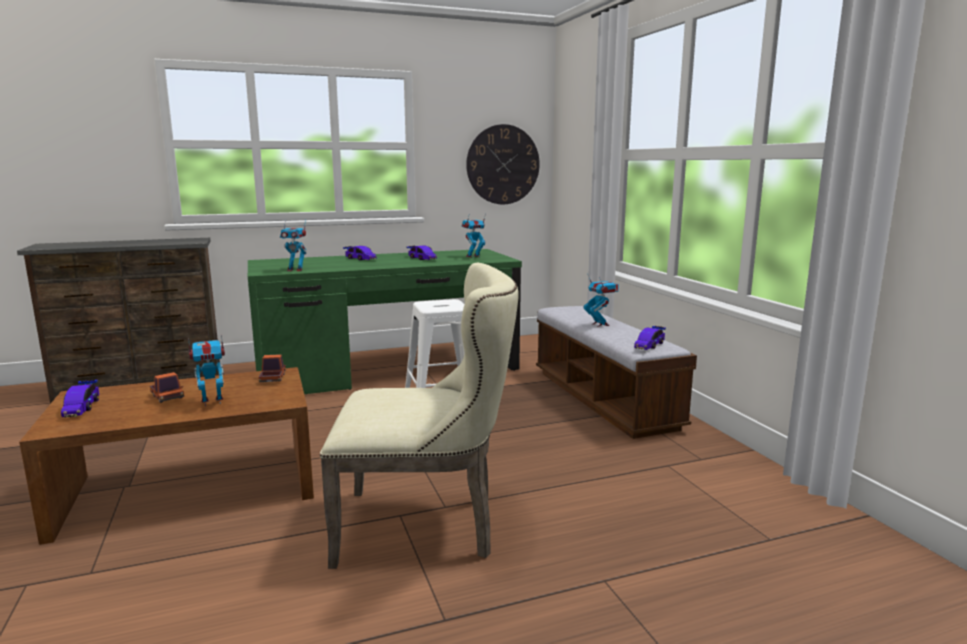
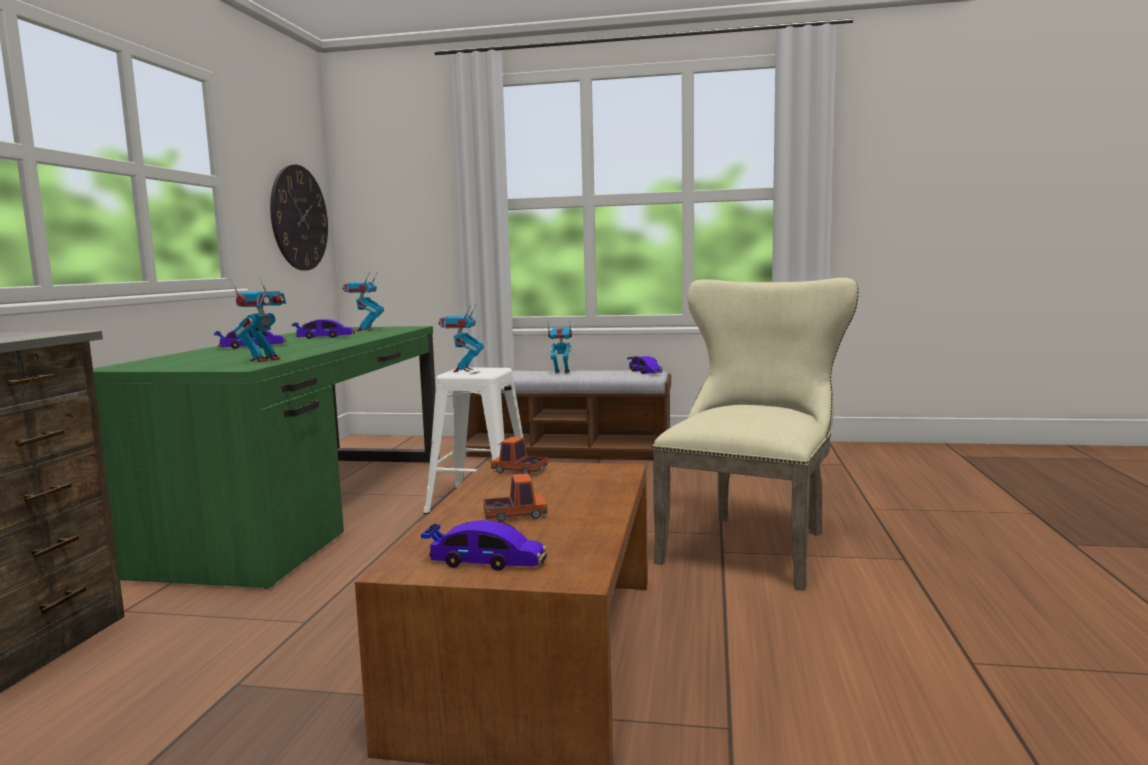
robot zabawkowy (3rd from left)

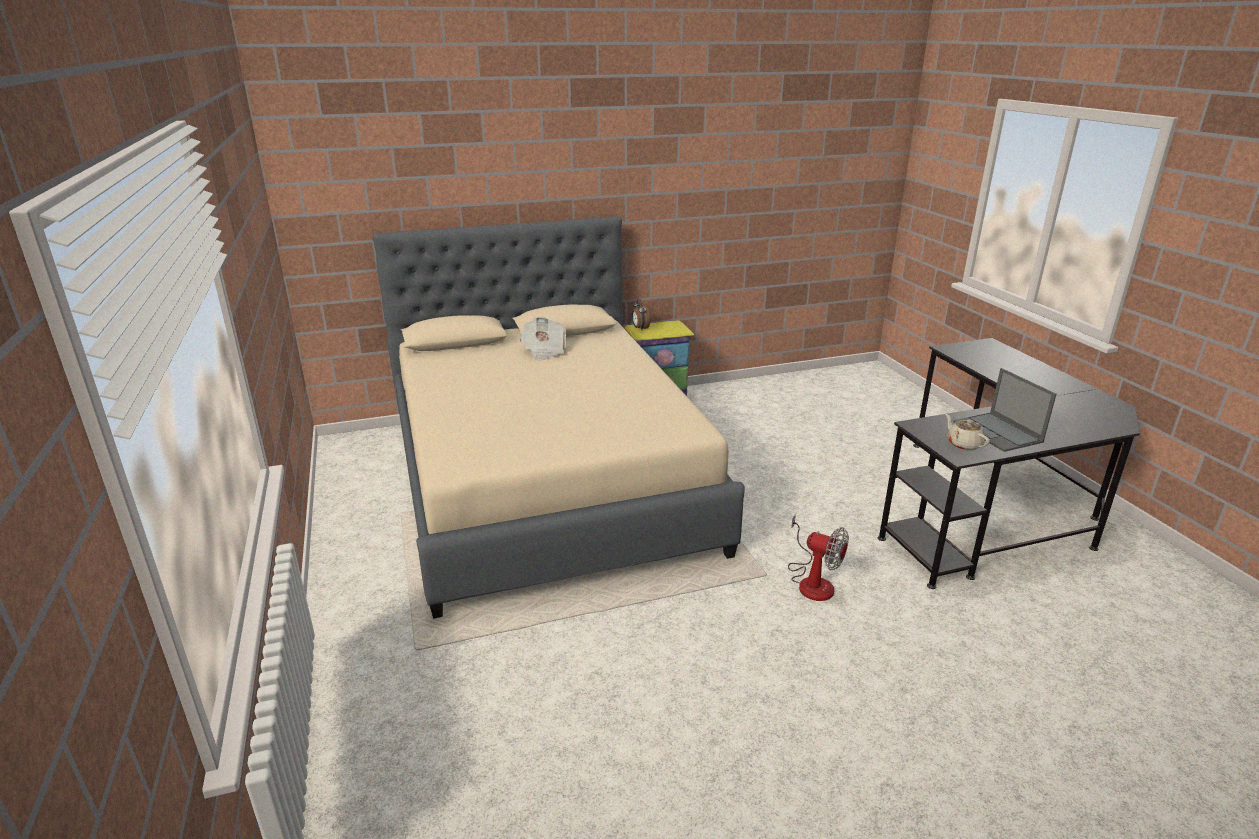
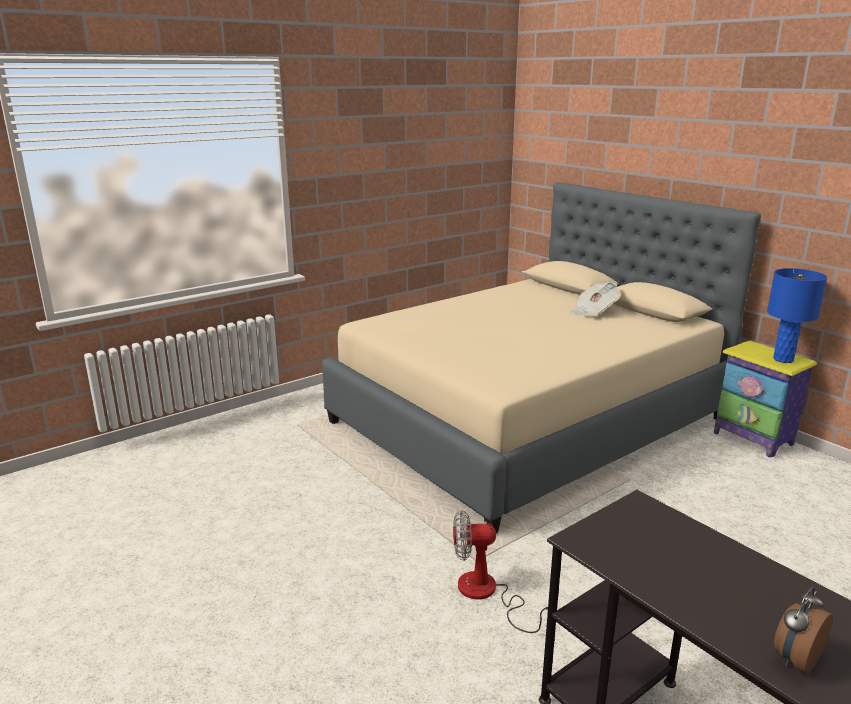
wentylator
lampa stołowa/niebieski
budzik
imbryk/beżowy
laptop

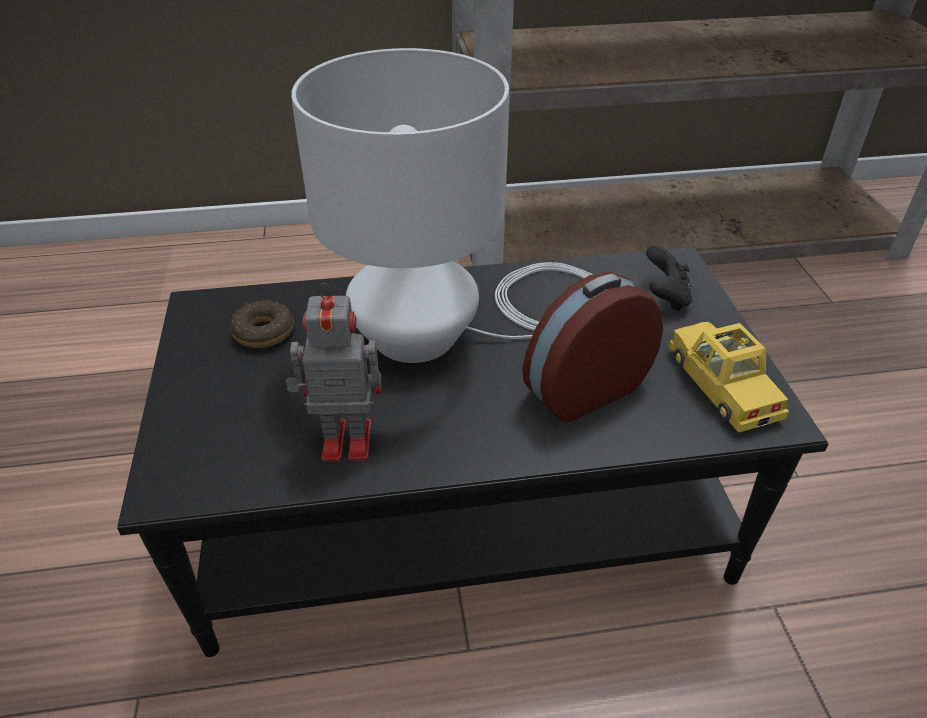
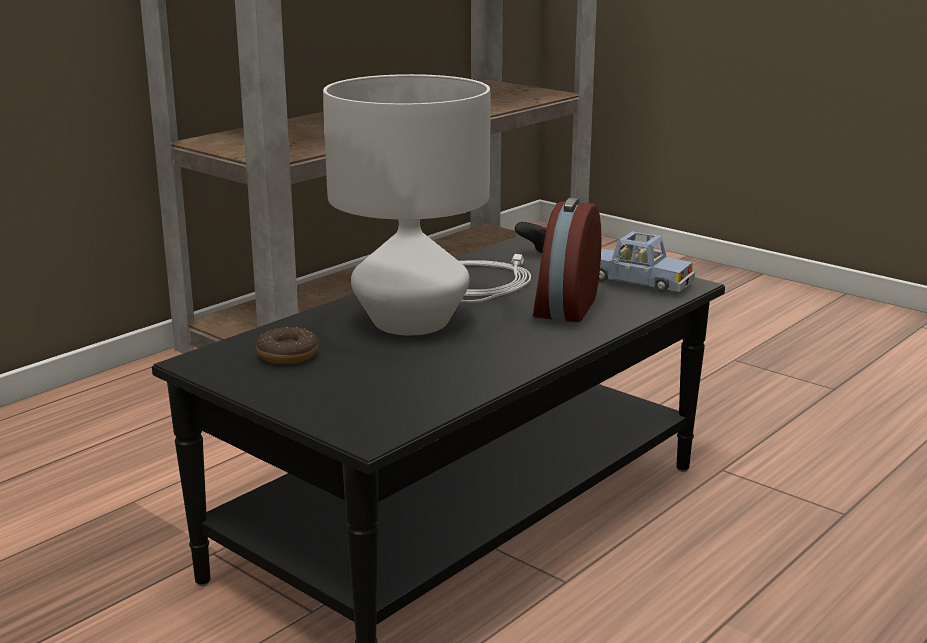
samochodzik/niebieski
robot zabawkowy

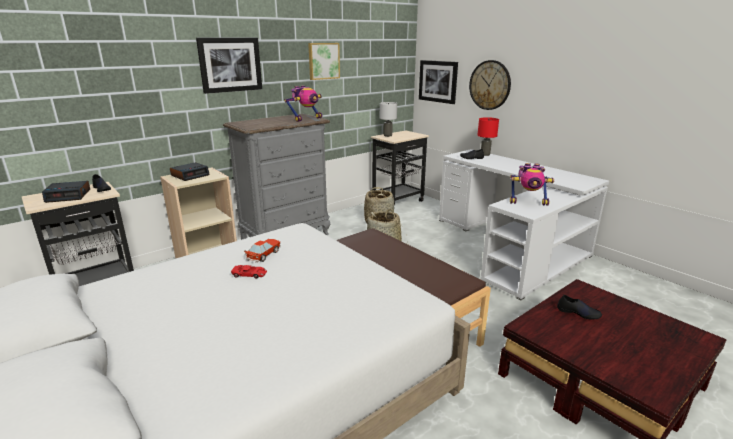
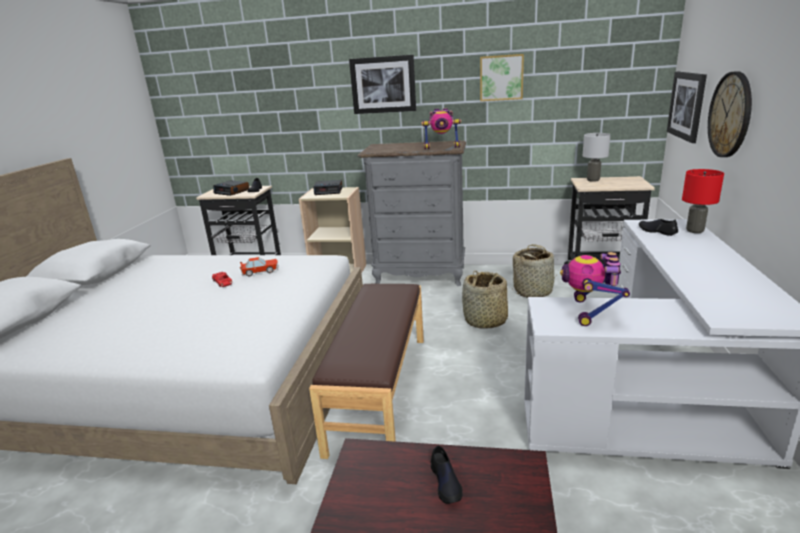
robot zabawkowy (2nd from left)

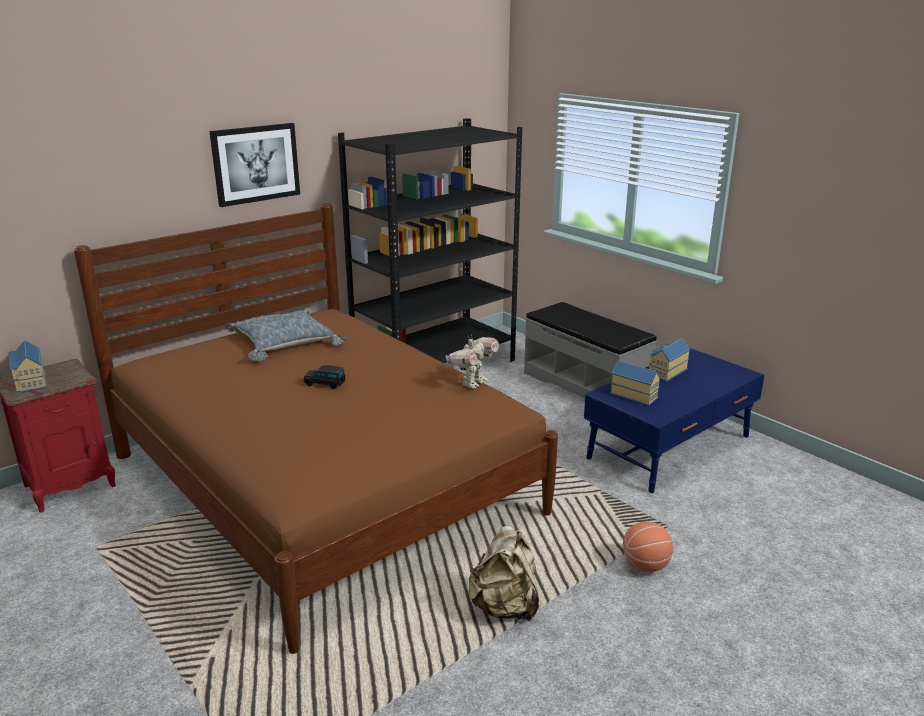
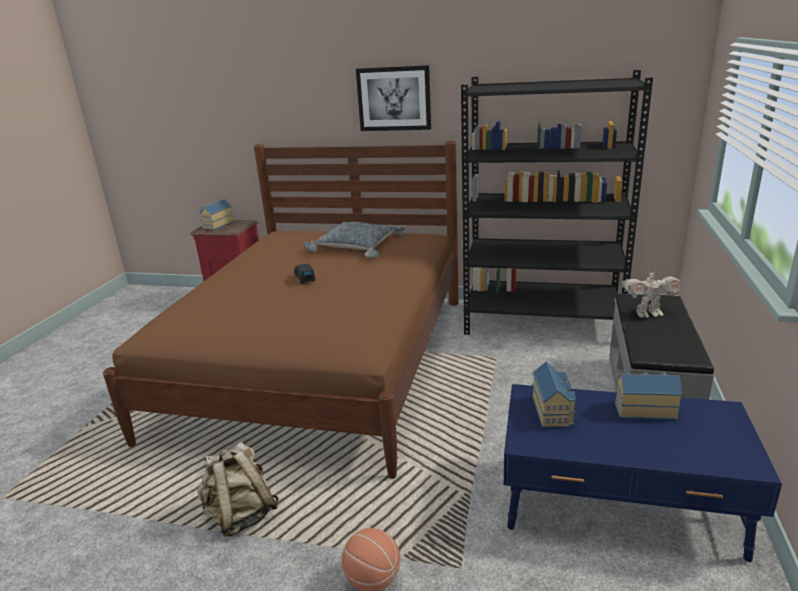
robot zabawkowy

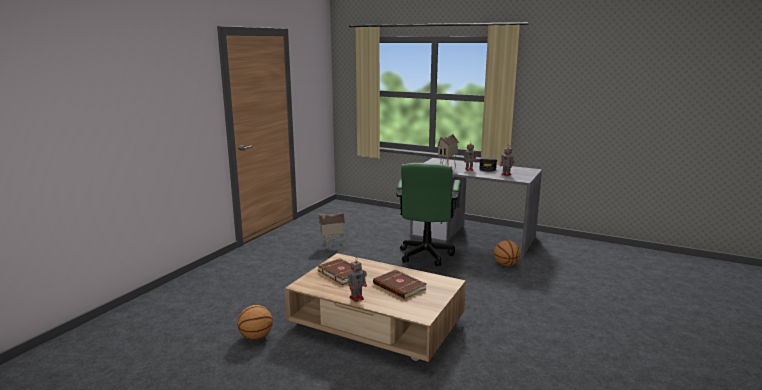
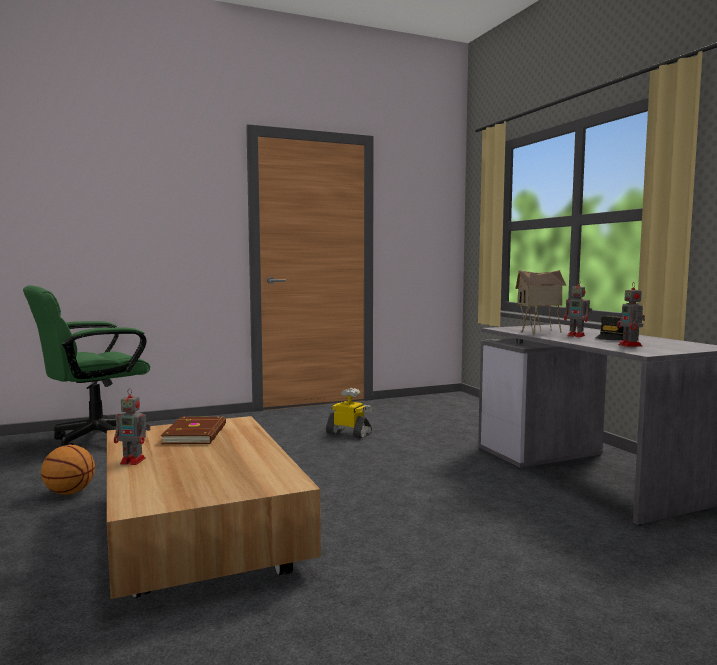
krzesło biurowe/zielony
robot zabawkowy (2nd from left)
książka/brązowy (2nd from left in the first image)
piłka do koszykówki (2nd from left in the first image)

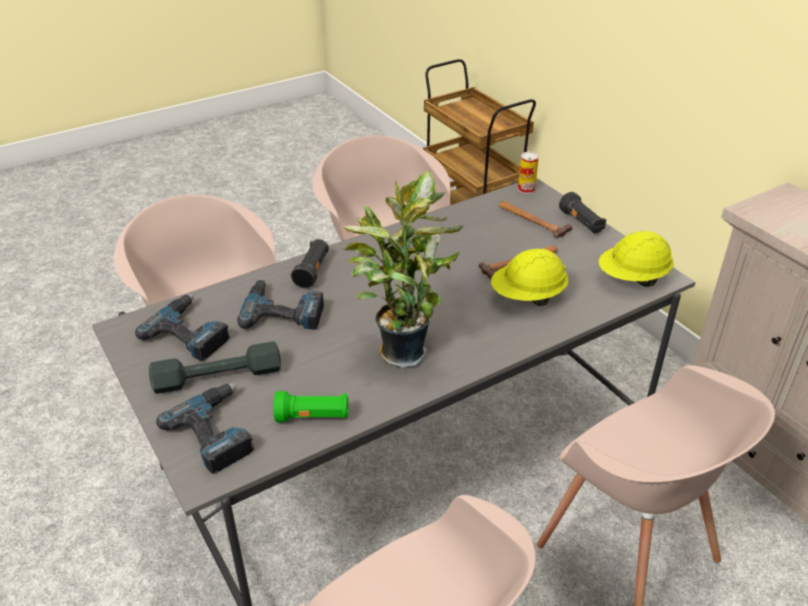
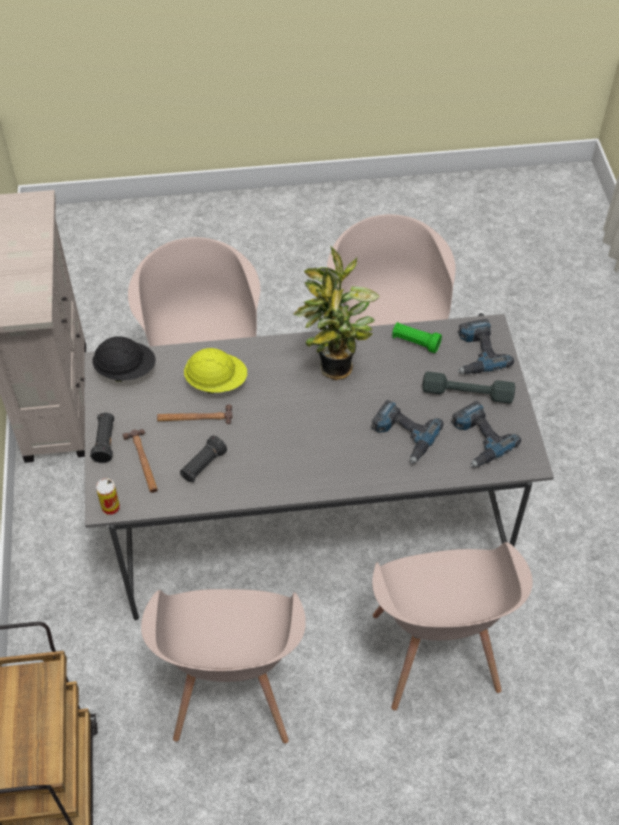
kask/czarny
latarka/czarny (2nd from left)

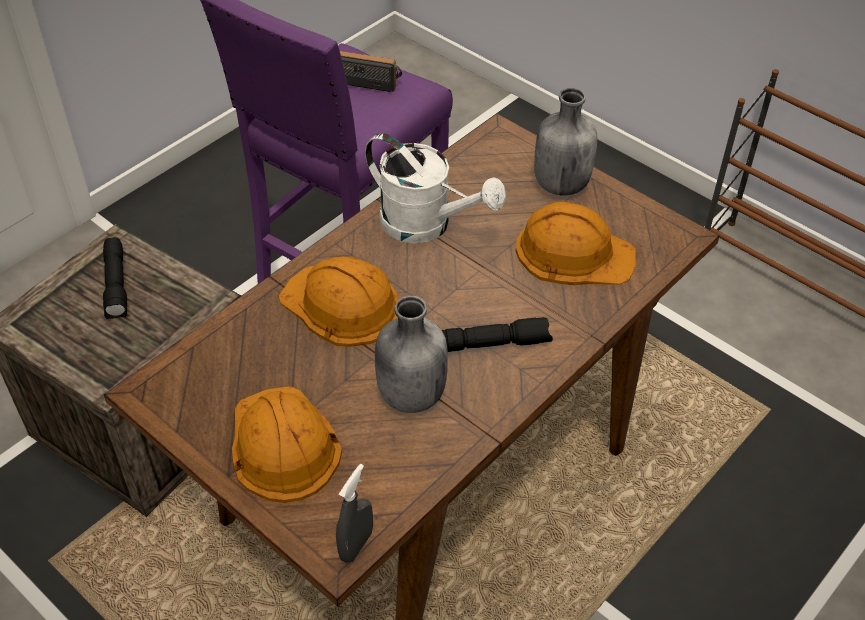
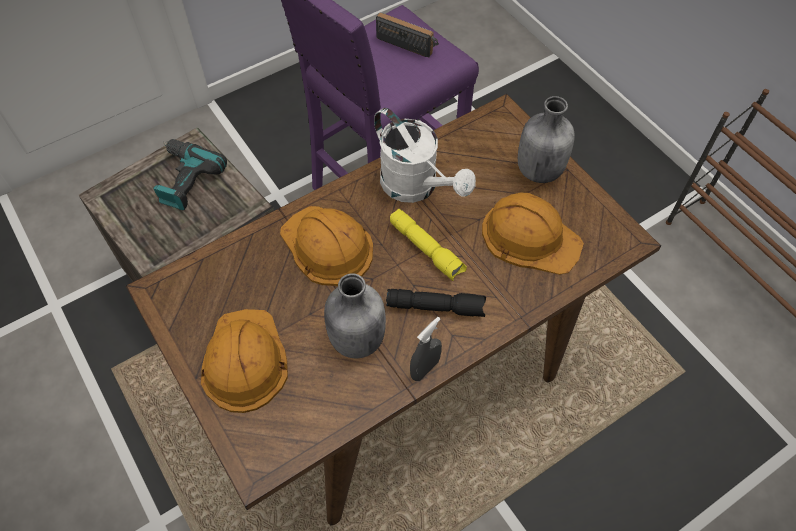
wiertarka
latarka/żółty
spryskiwacz/szary

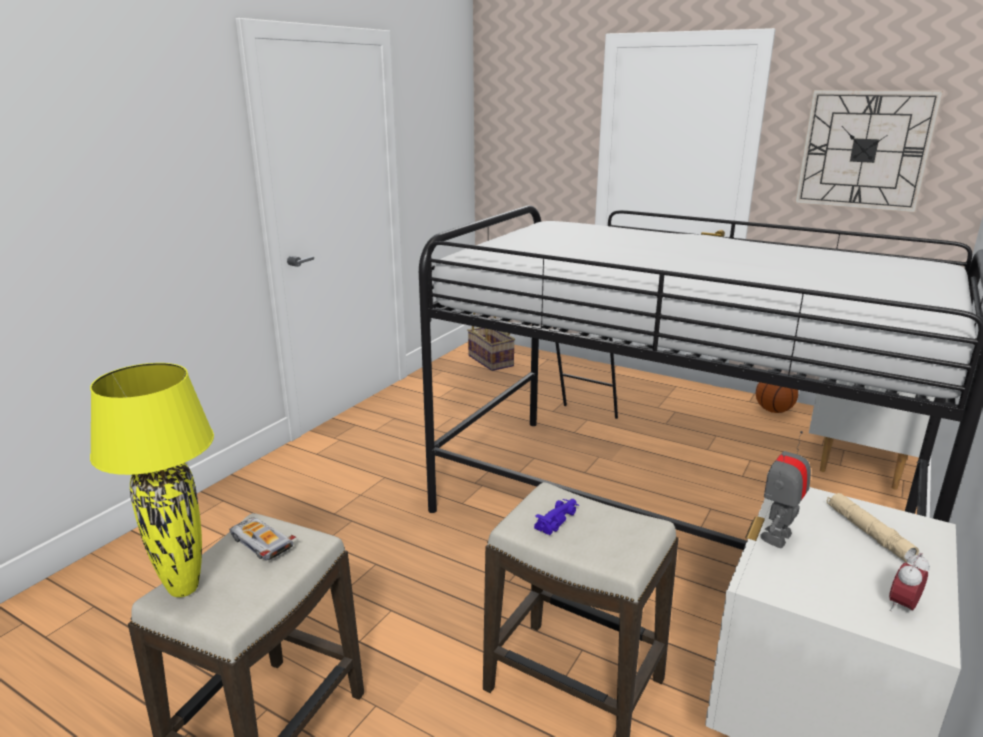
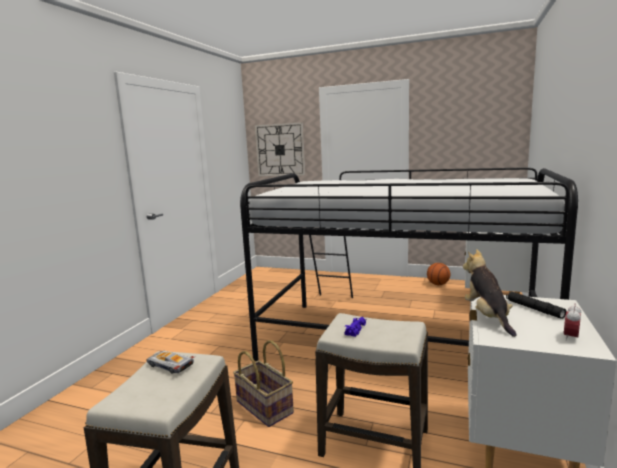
koszyk
zegar ścienny
pluszak
latarka/czarny
lampa stołowa/żółty

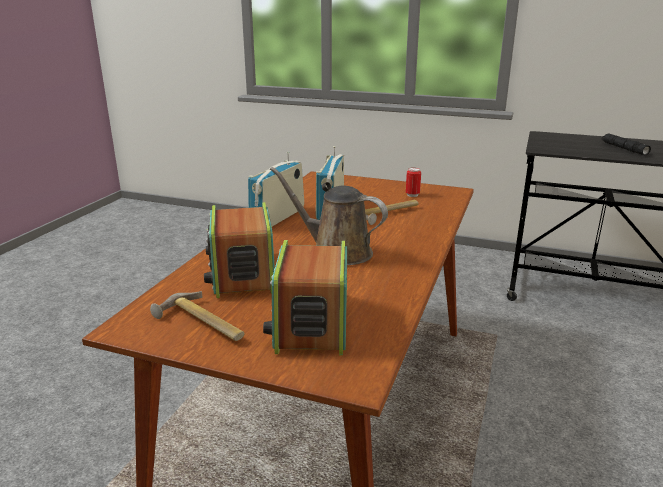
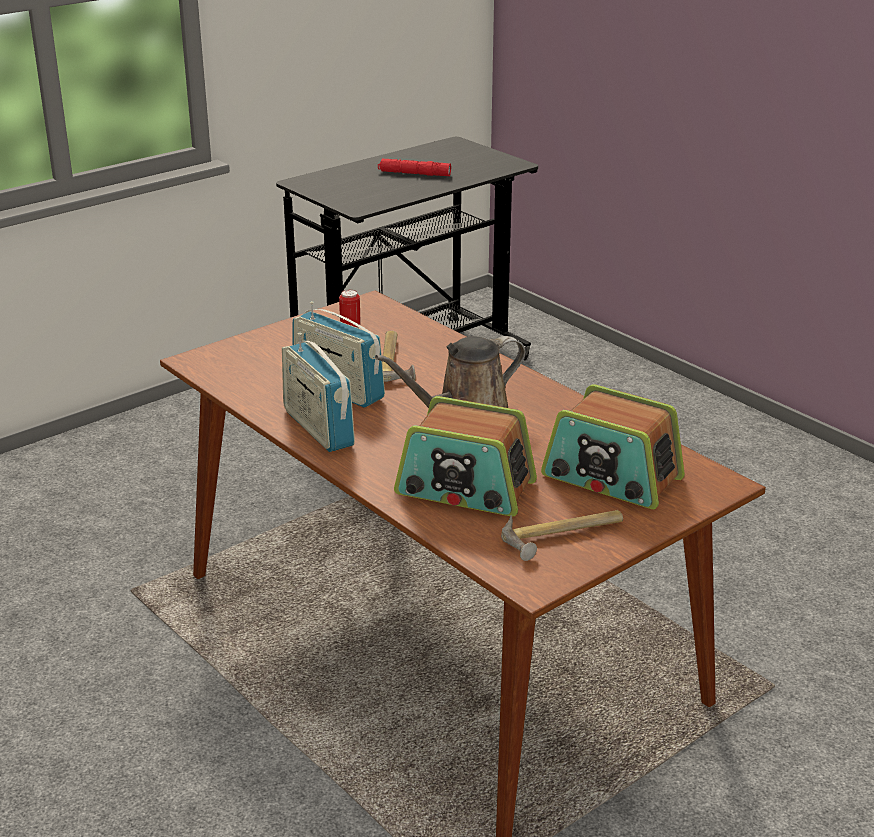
latarka/czerwony

